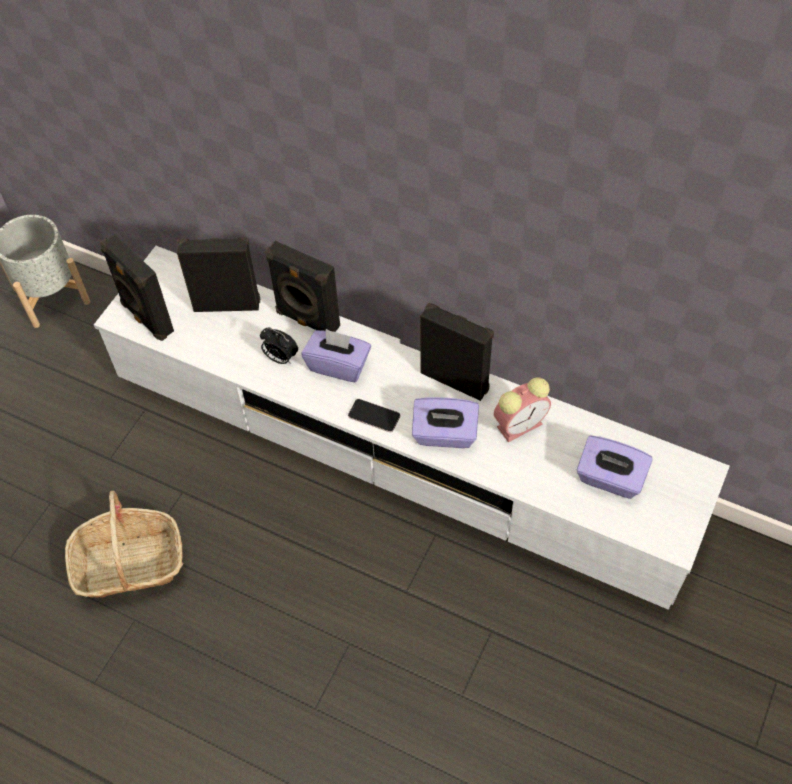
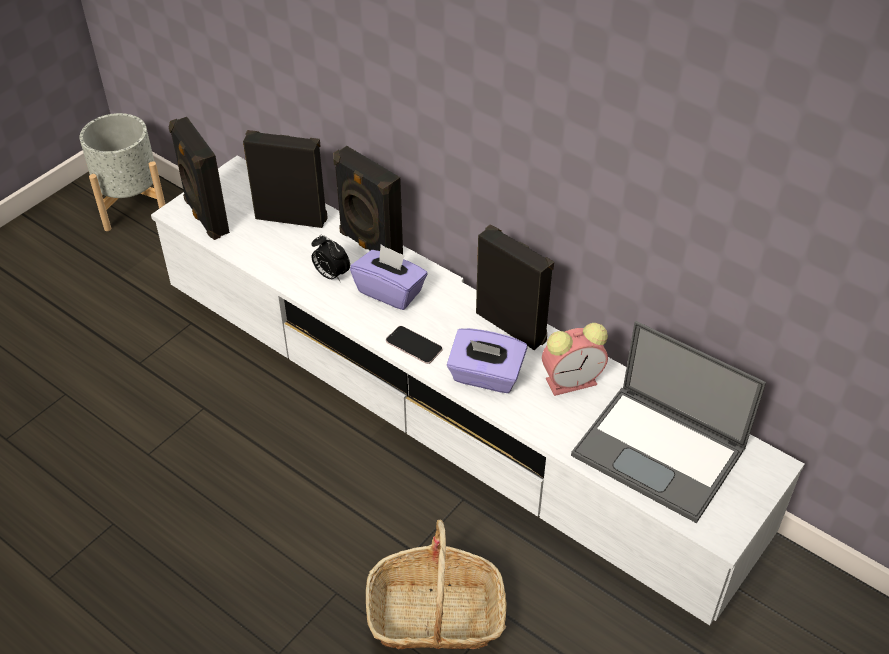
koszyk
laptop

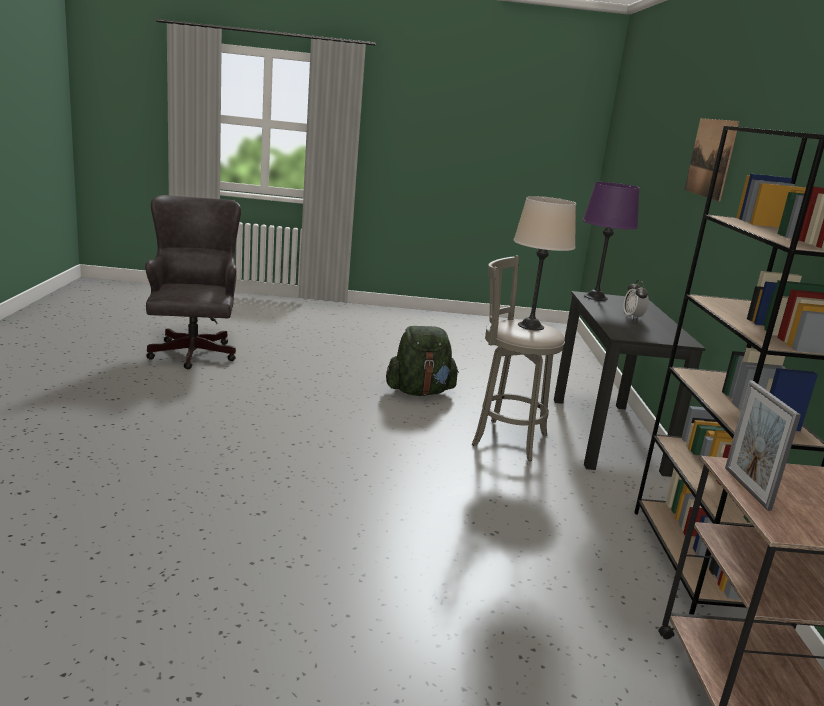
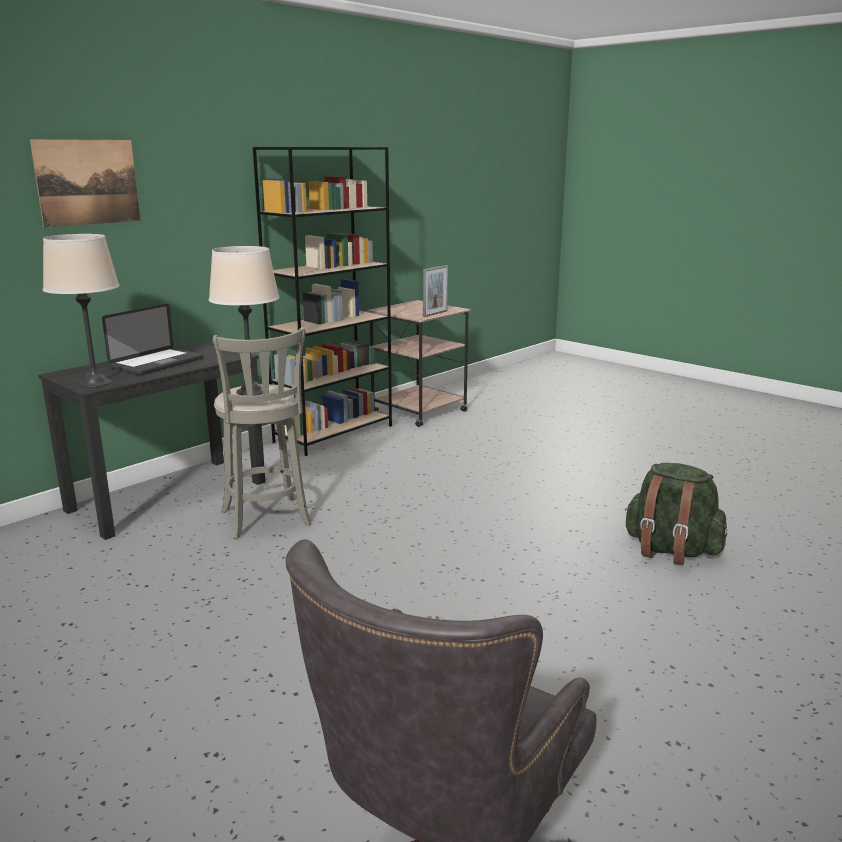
lampa stołowa/beżowy (1st from left)
laptop
plecak/zielony

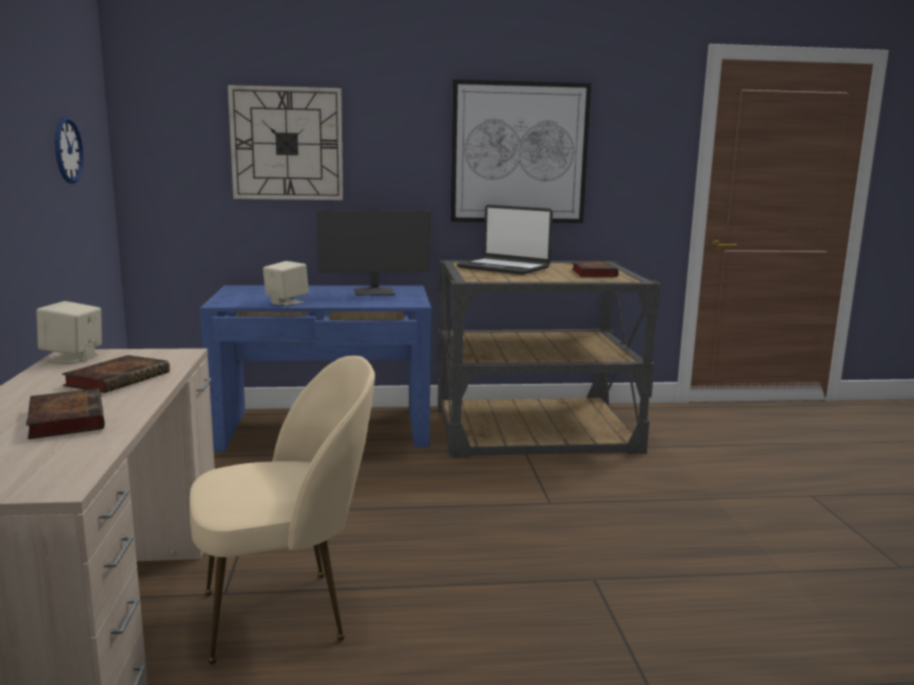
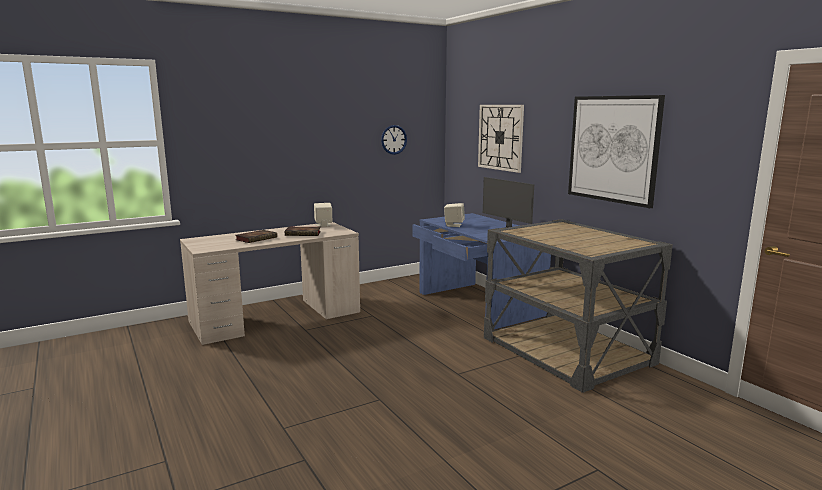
krzesło/beżowy
laptop
książka (3rd from left in the first image)

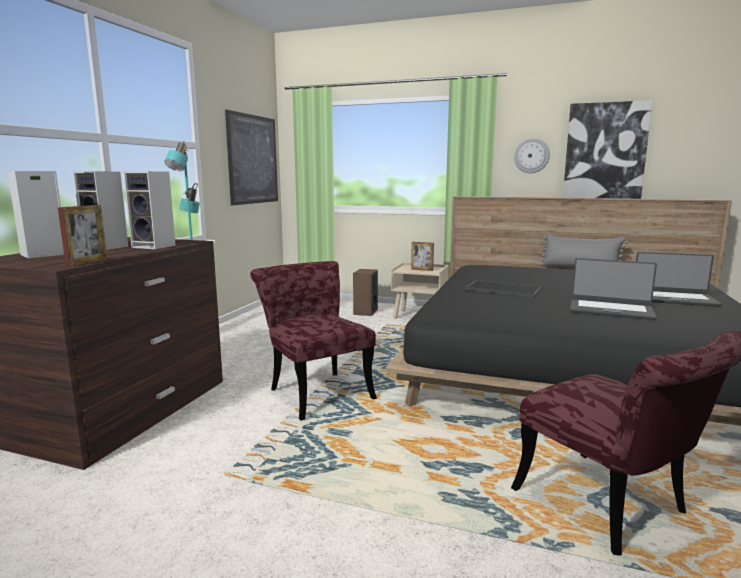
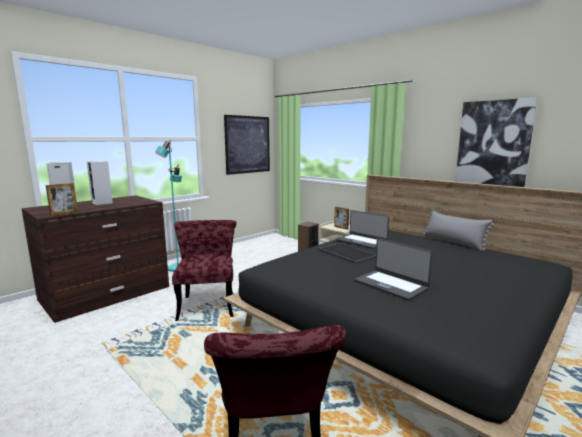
laptop (1st from left)
głośnik (3rd from left in the first image)
zegar ścienny

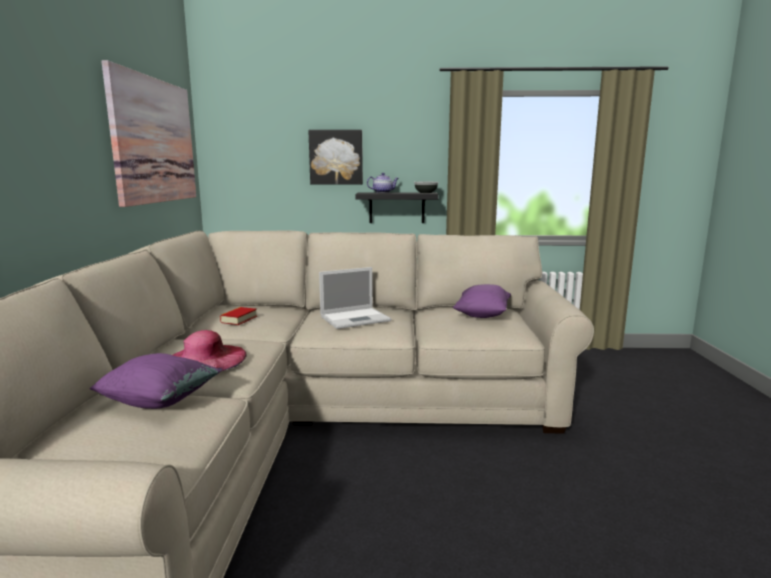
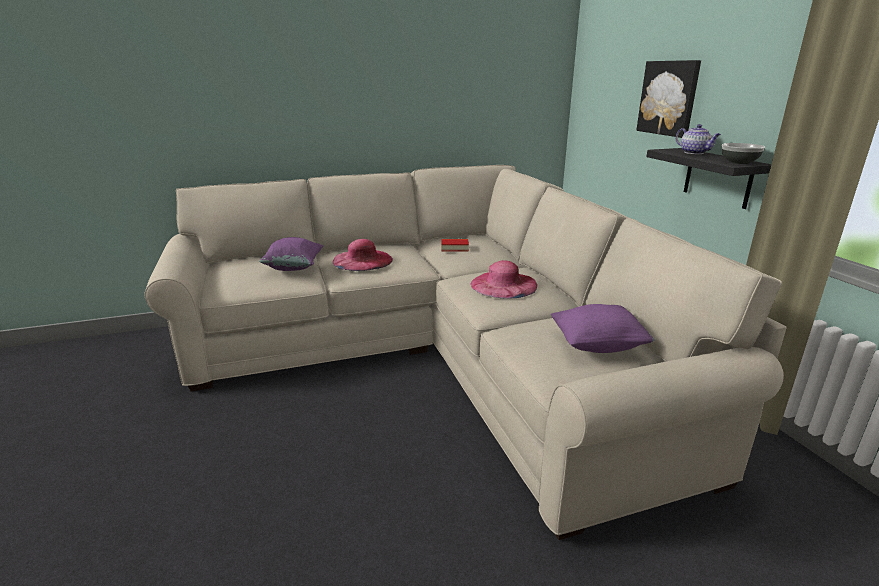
kapelusz/różowy (2nd from left)
obraz (1st from left in the first image)

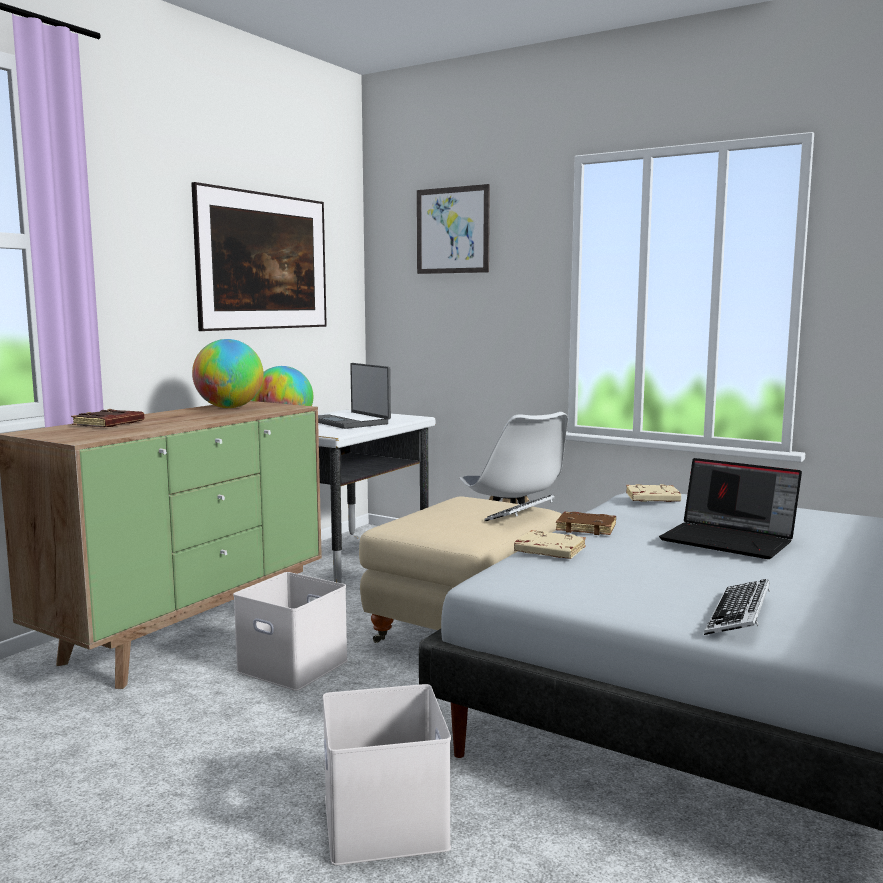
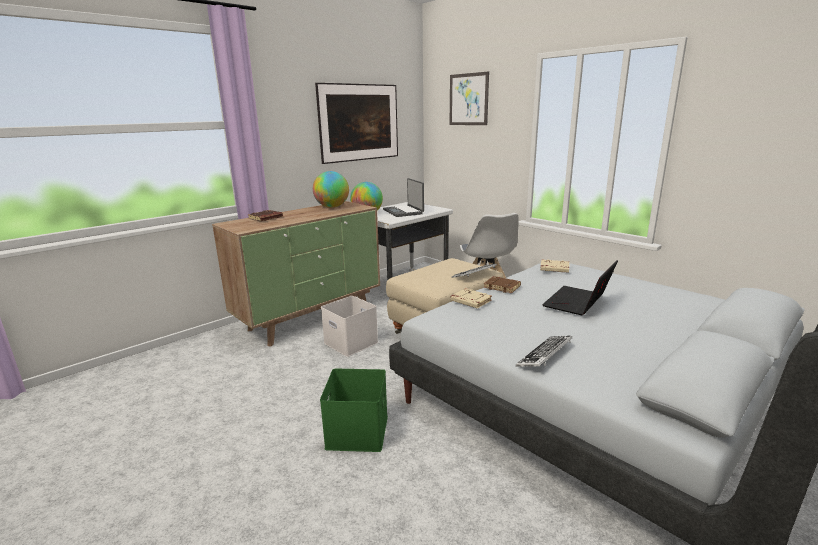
pojemnik do przechowywania/zielony
laptop (2nd from left)

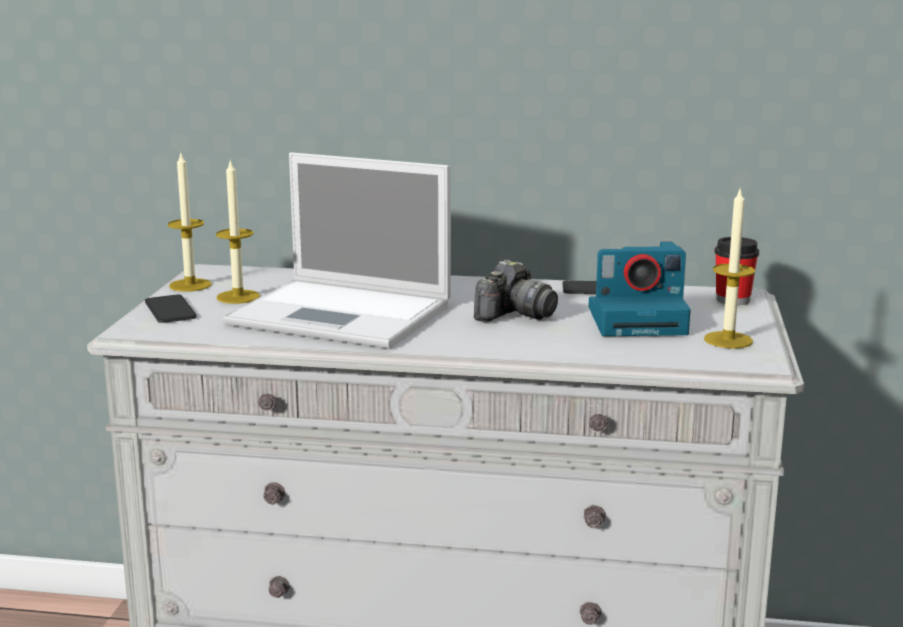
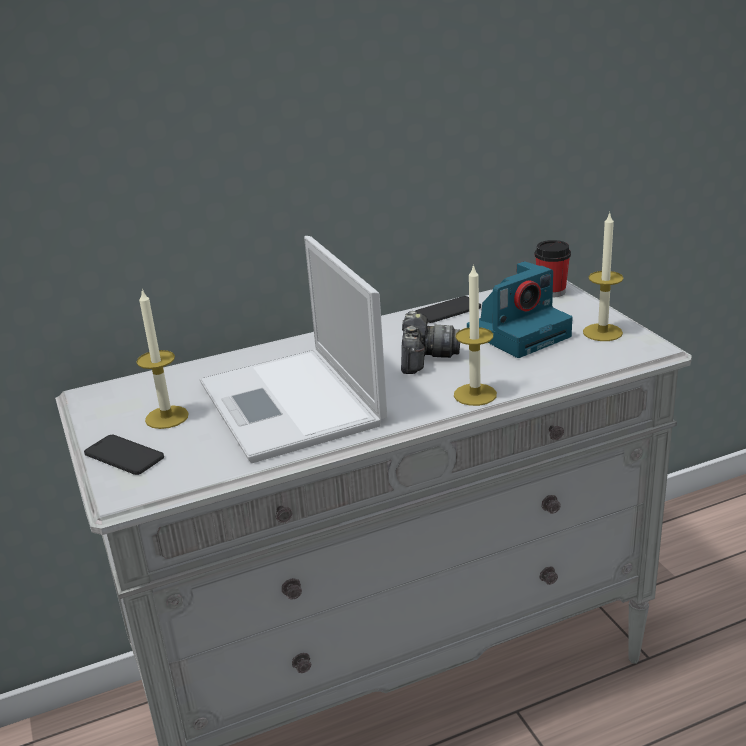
laptop
świeca (2nd from left)

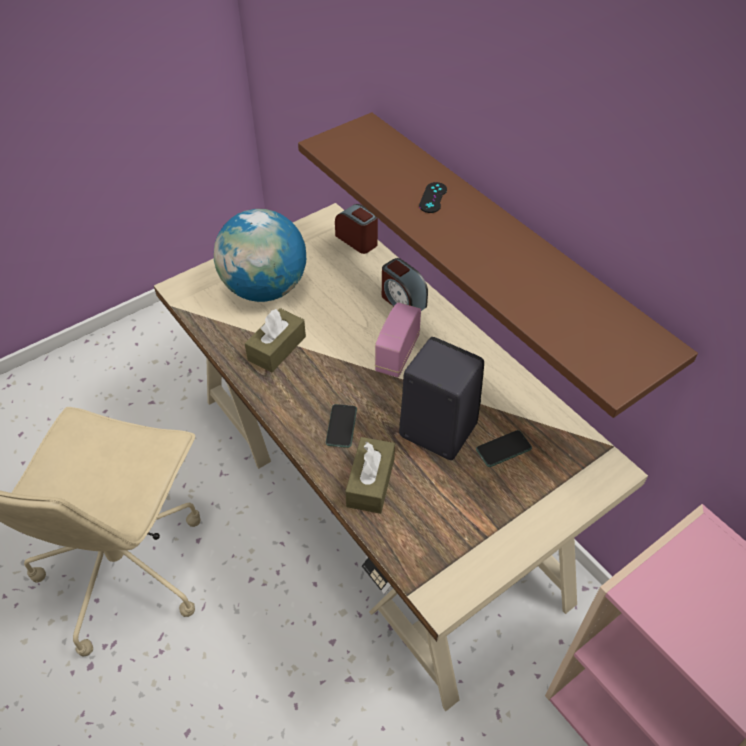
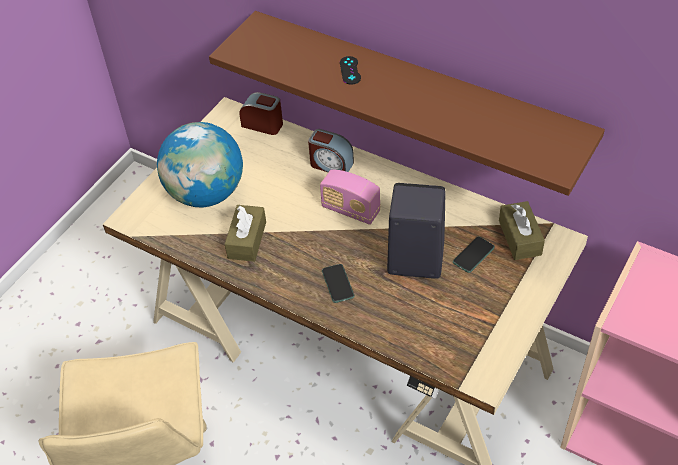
radio
pudełko chusteczek/brązowy (2nd from left)

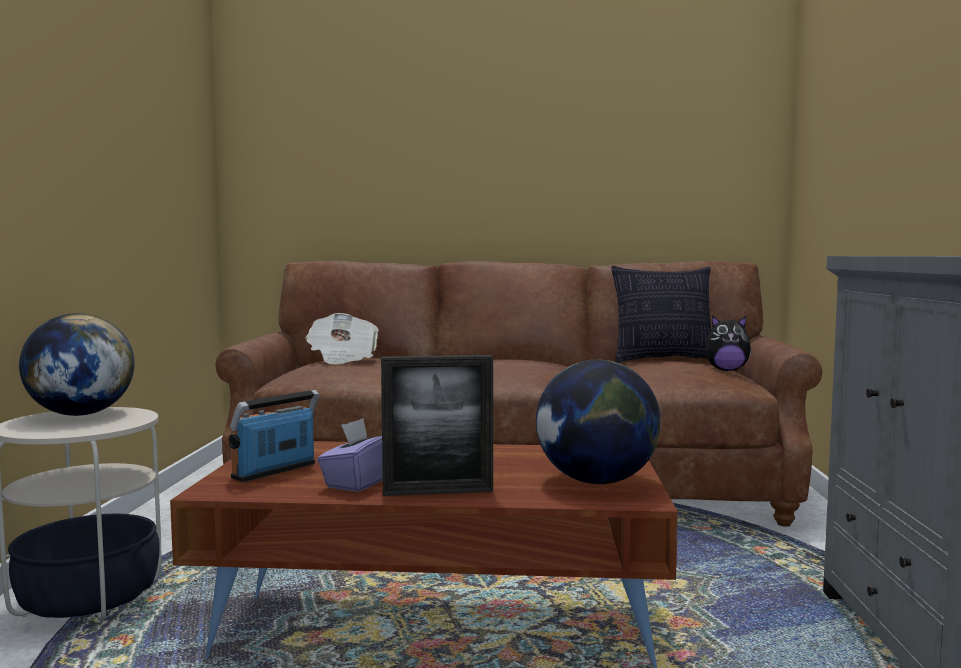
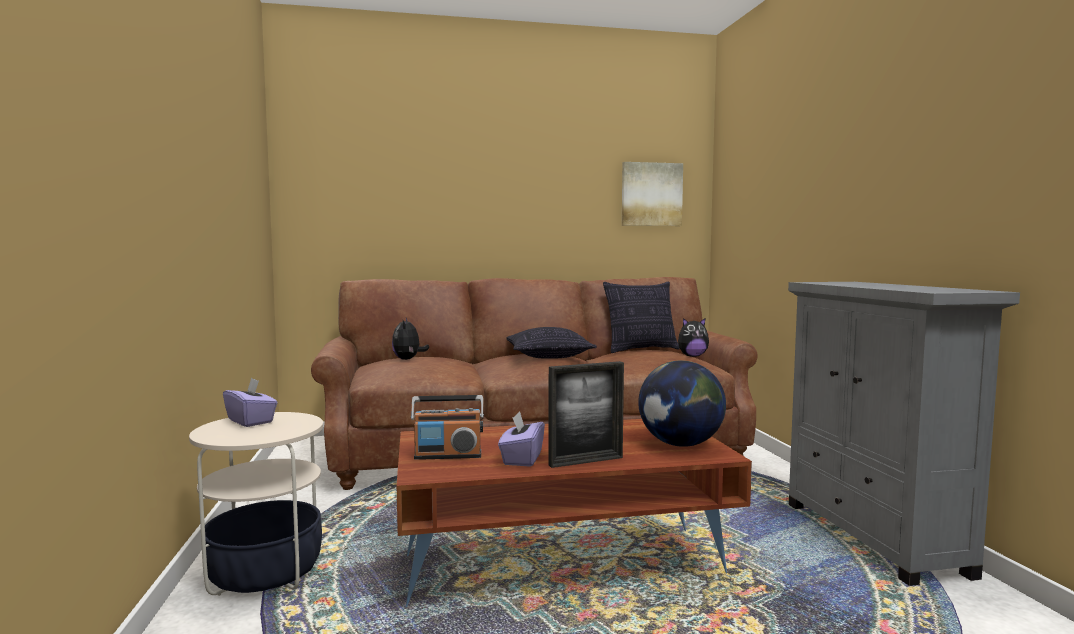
pudełko chusteczek/fioletowy (1st from left)
pluszak (1st from left)
radio
poduszka (1st from left)
obraz

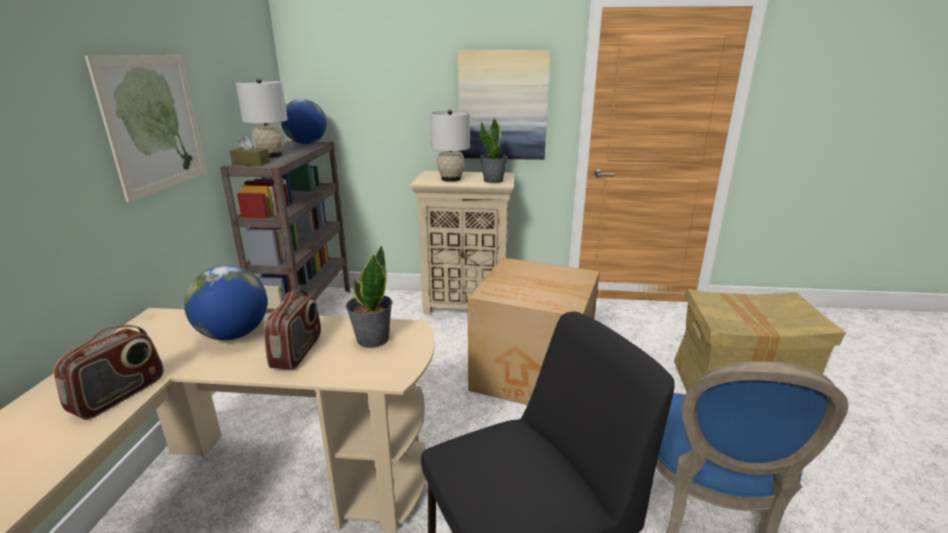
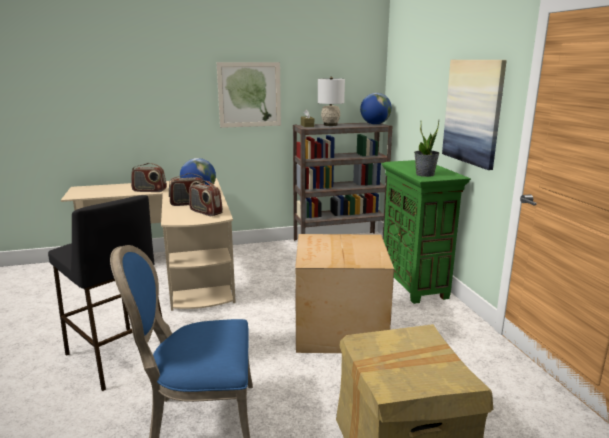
radio (3rd from left)
szafka/zielony
lampa stołowa/biały (2nd from left in the first image)

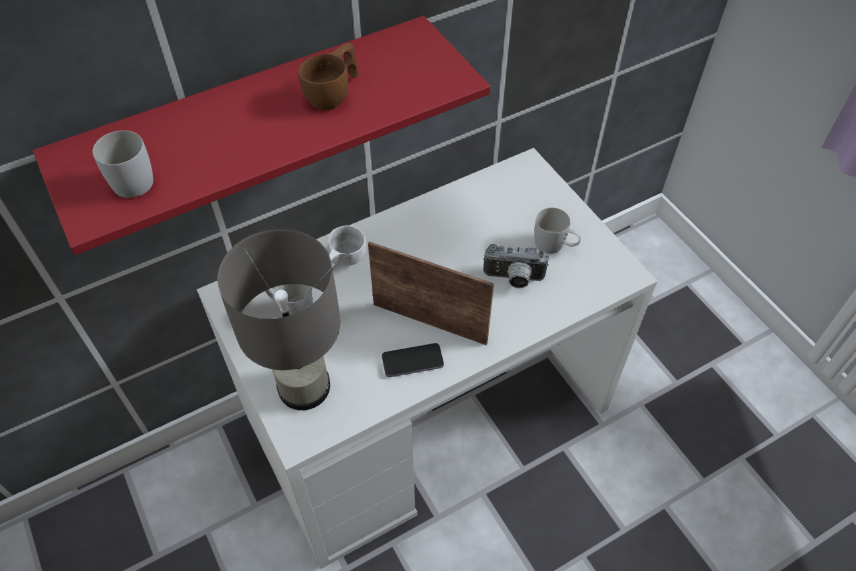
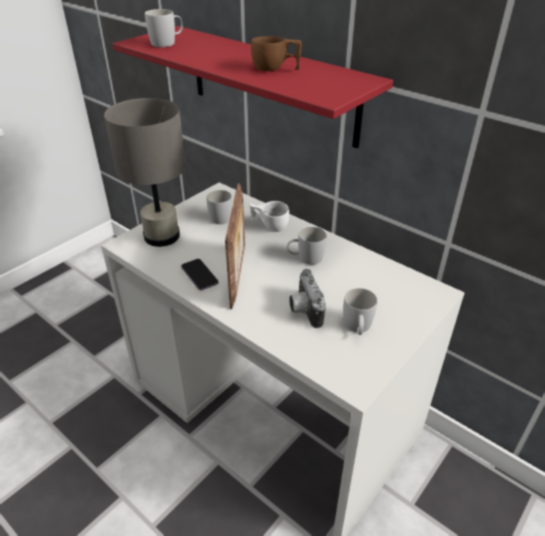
kubek/biały (3rd from left)

